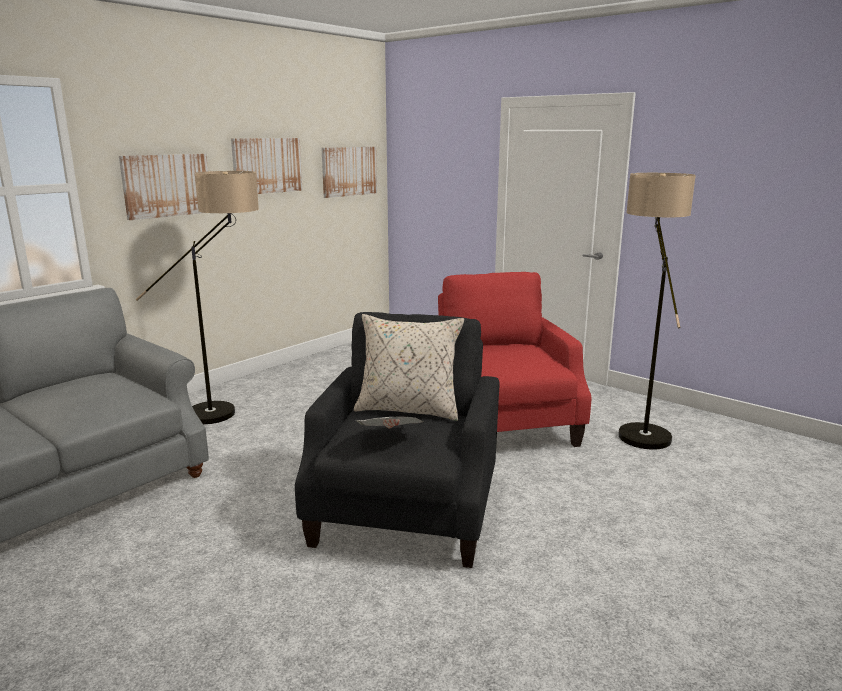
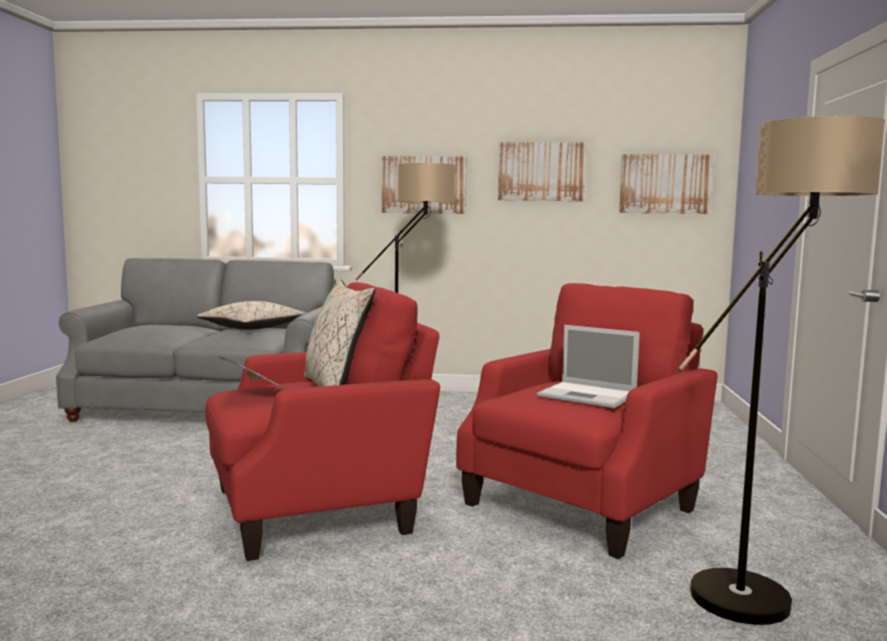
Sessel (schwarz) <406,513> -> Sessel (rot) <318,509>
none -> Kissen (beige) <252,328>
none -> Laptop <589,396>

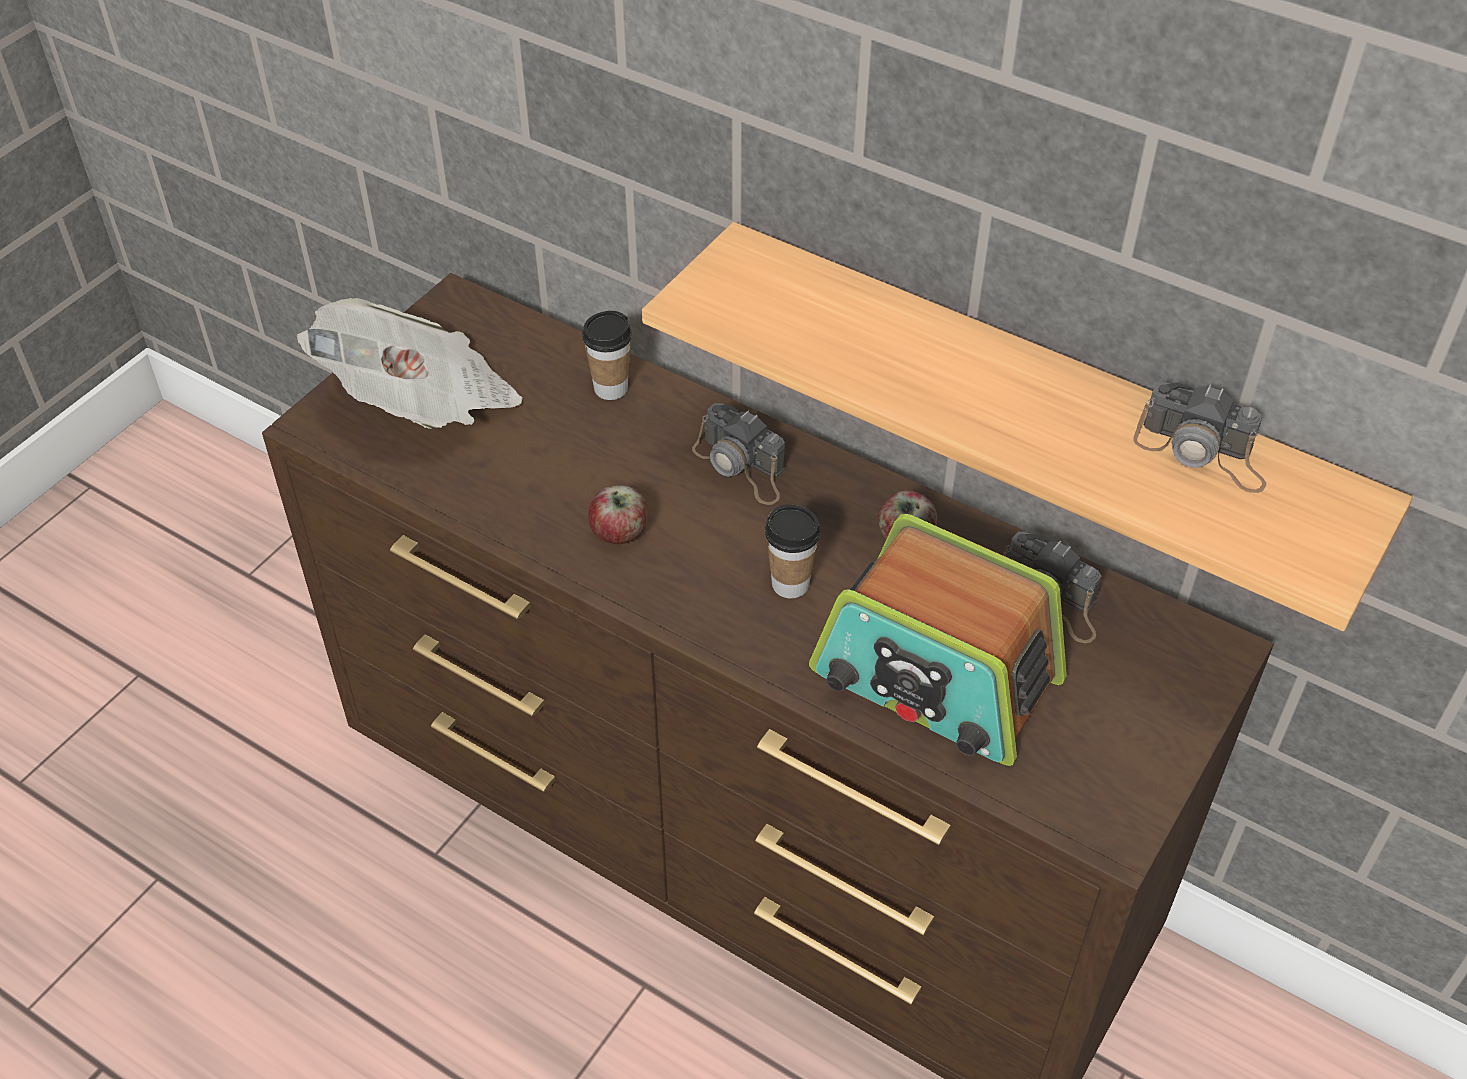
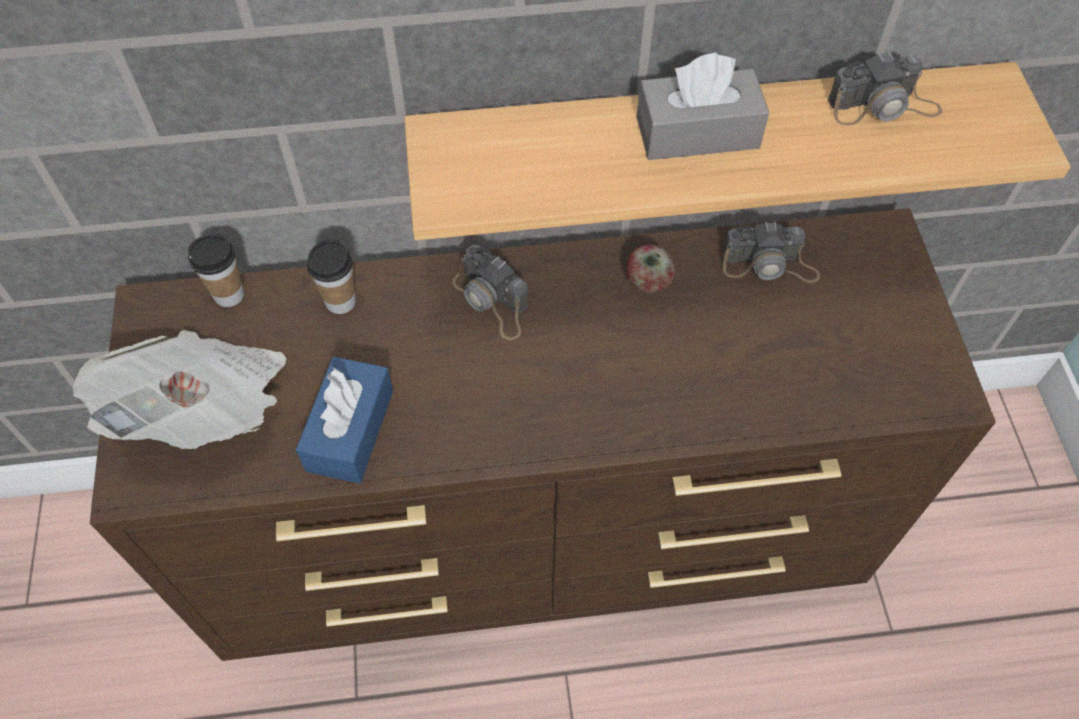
Apfel <619,533> -> none
Kamera <742,466> -> Kamera <492,301>, 45 degrees clockwise
Tasse <790,584> -> Tasse <229,295>, moved
Radio <935,678> -> none
none -> Taschentuchbox (blau) <350,430>
none -> Taschentuchbox (grau) <697,132>

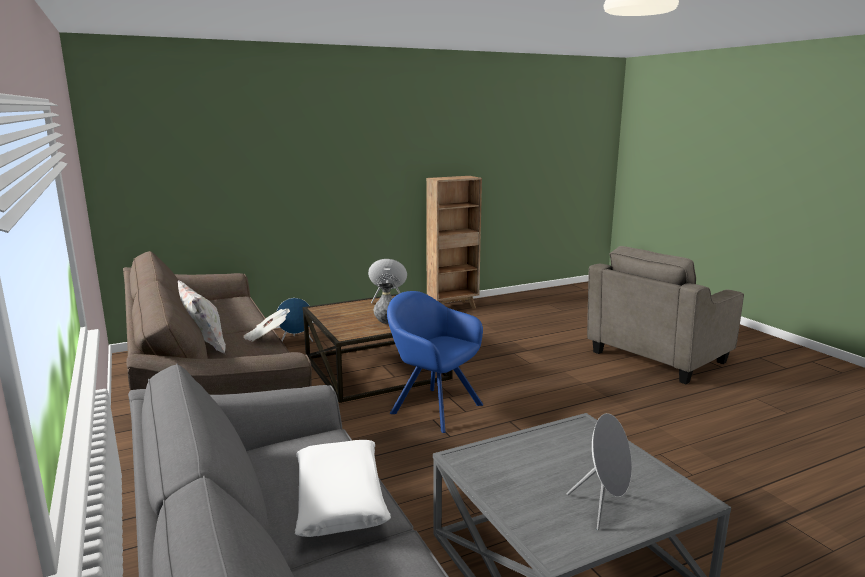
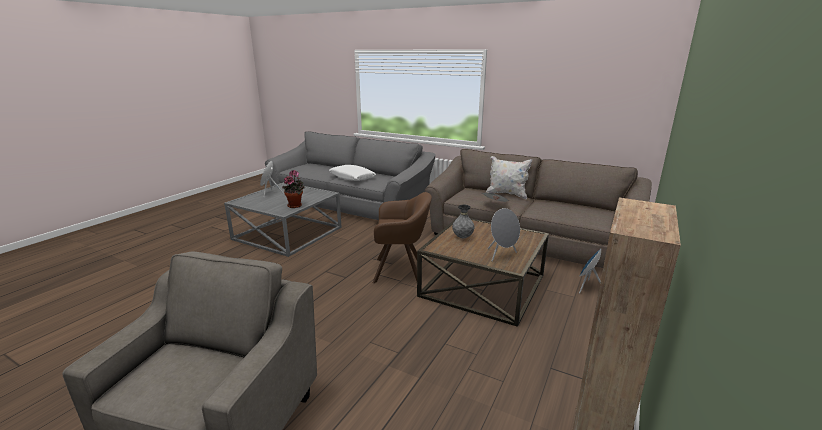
Sessel (blau) <432,407> -> Sessel (braun) <401,270>
none -> Topfpflanze <296,205>

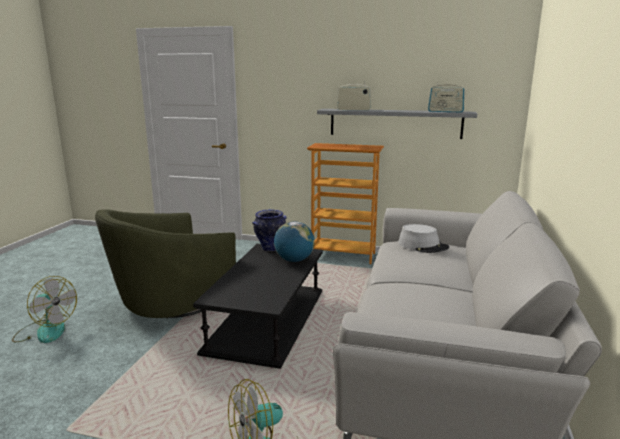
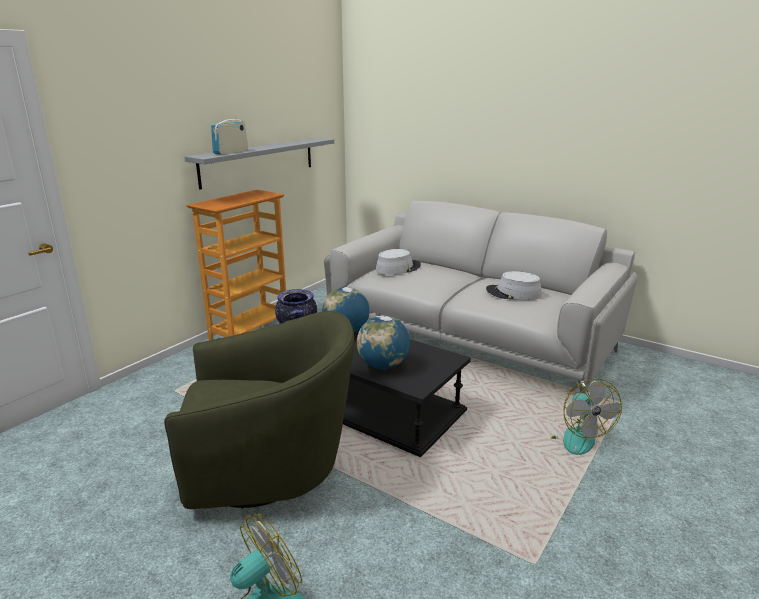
Sessel (grün) <172,303> -> Sessel (grün) <269,469>, 75 degrees counterclockwise
Radio <445,111> -> none
none -> Globus <383,365>
none -> Hut (grau) <513,293>

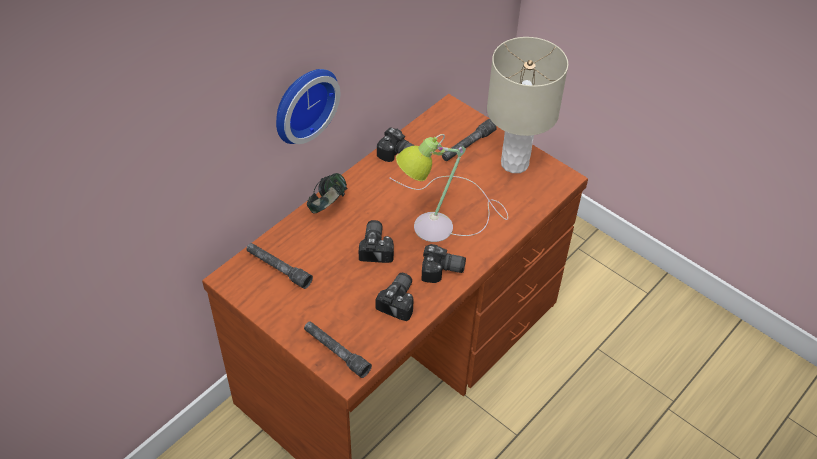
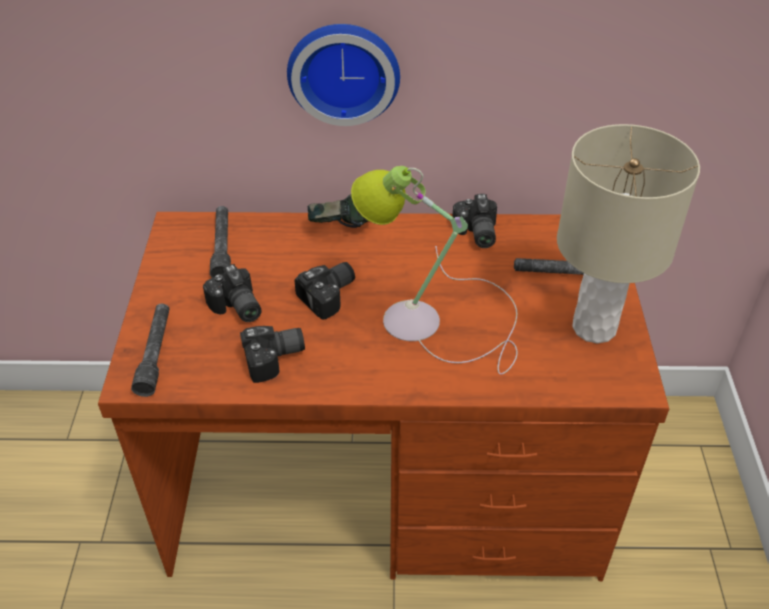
Kamera <442,271> -> Kamera <236,308>, moved

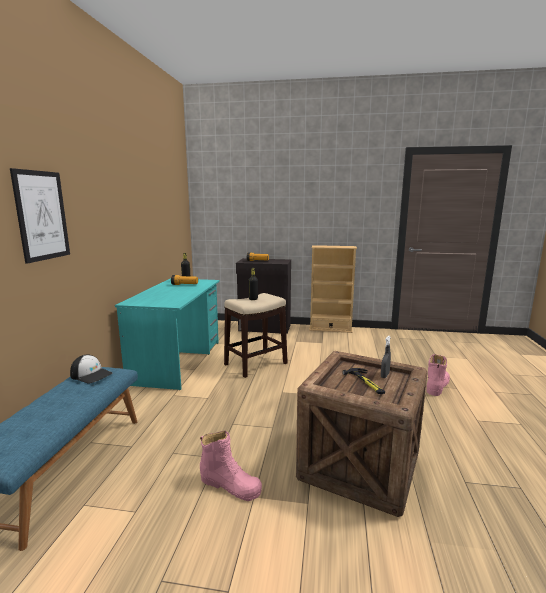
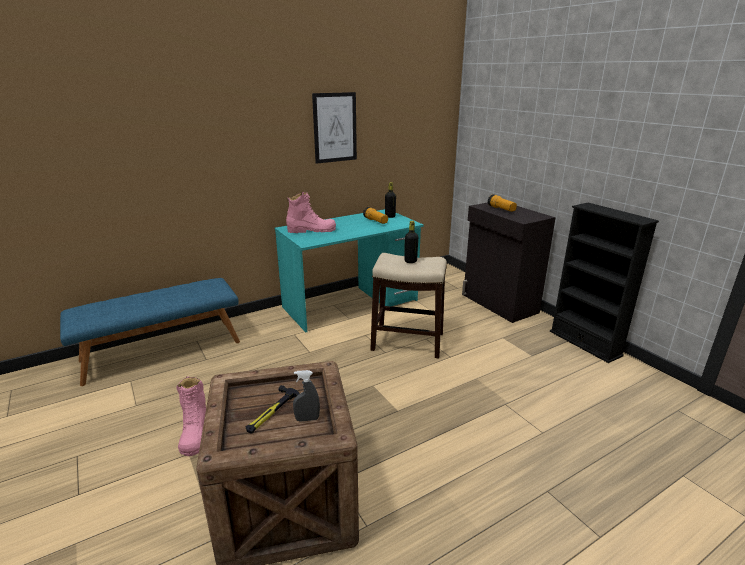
Bild <42,215> -> Bild <335,127>, moved
Kappe <91,375> -> none
Bücherregal (beige) <330,329> -> Bücherregal (schwarz) <585,343>
Stiefel (rosa) <437,386> -> Stiefel (rosa) <311,230>, moved

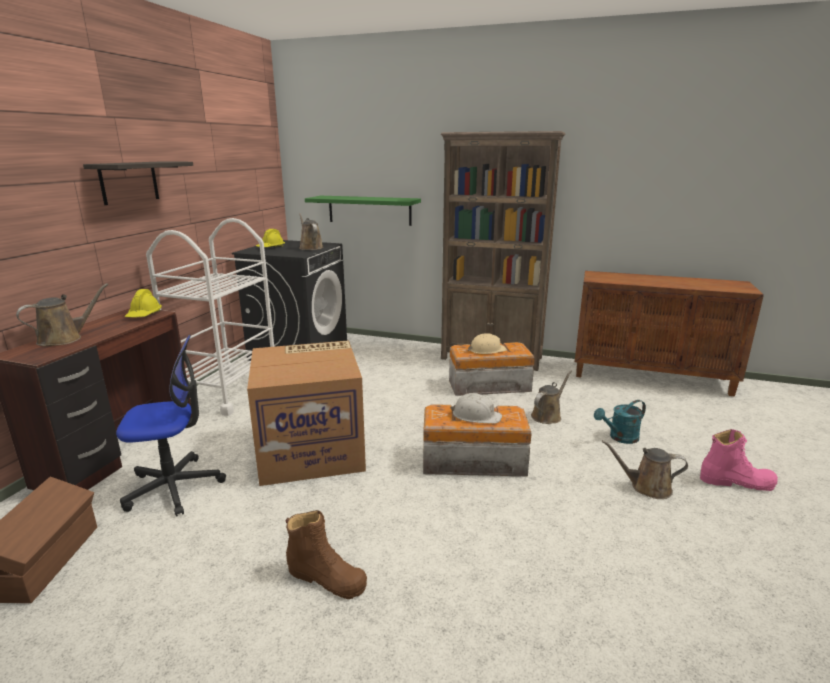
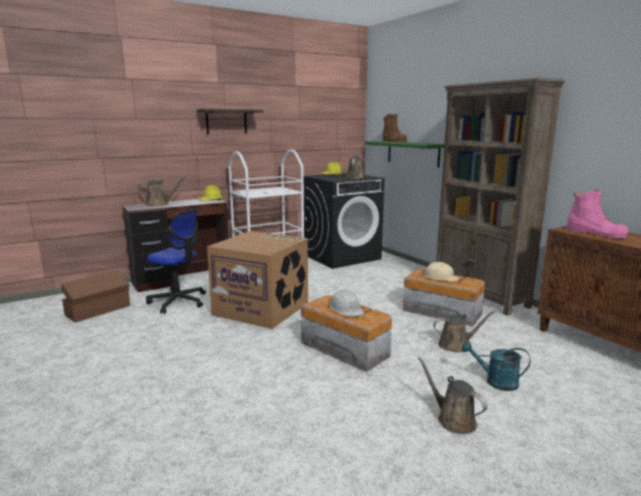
Stiefel (braun) <327,578> -> Stiefel (braun) <394,141>, moved
Stiefel (rosa) <736,481> -> Stiefel (rosa) <595,233>, moved

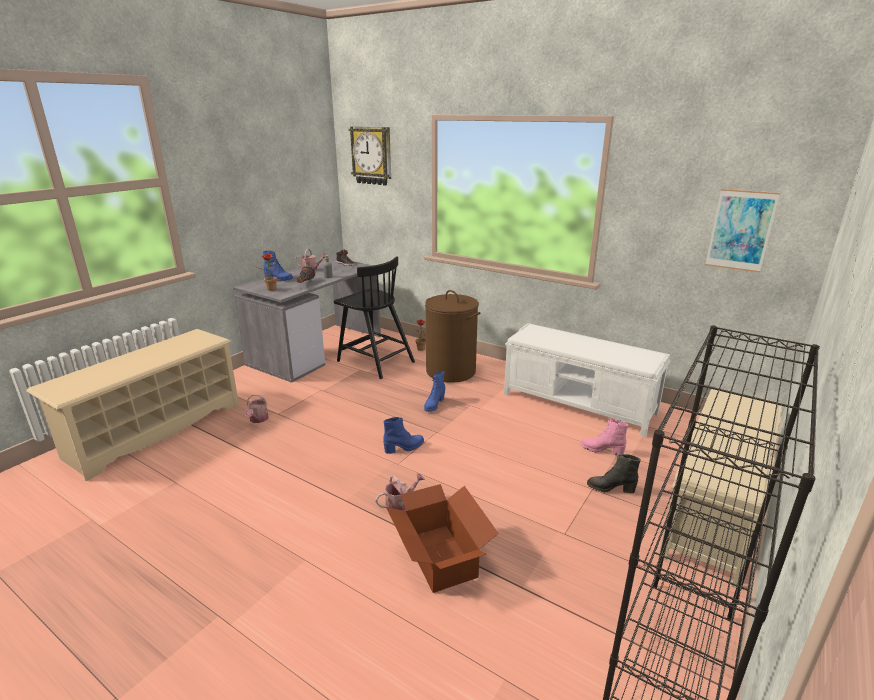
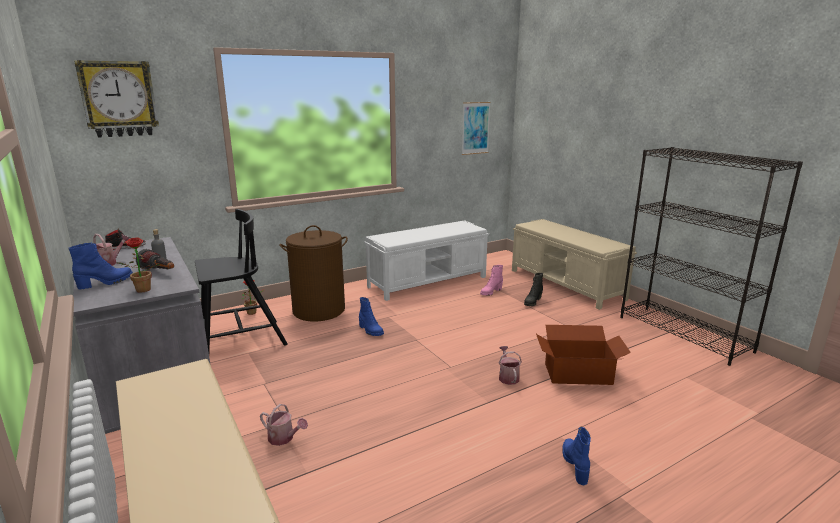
Stiefel (blau) <404,448> -> Stiefel (blau) <575,465>, moved

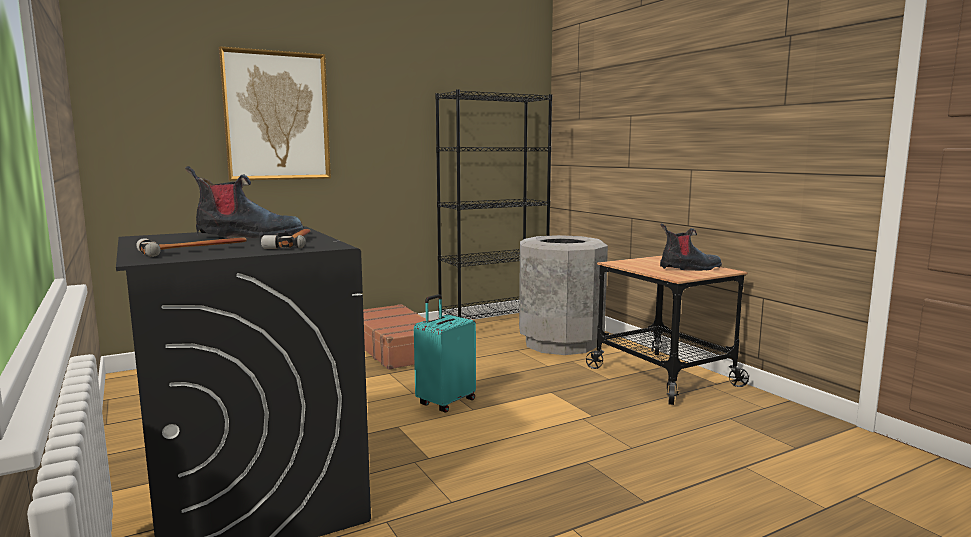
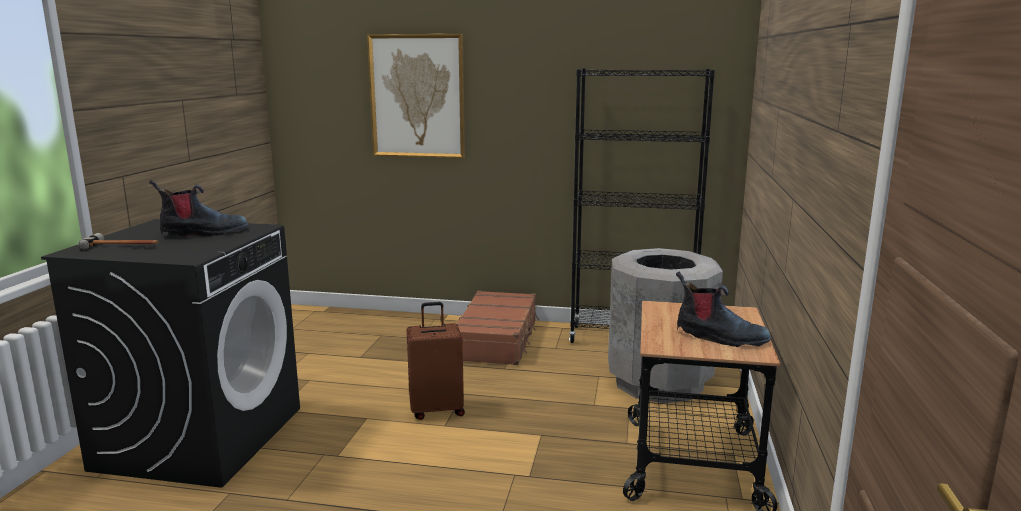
Stiefel <248,236> -> Stiefel <203,233>, 45 degrees counterclockwise
Hammer <294,242> -> none
Koffer (türkis) <445,402> -> Koffer (braun) <437,409>

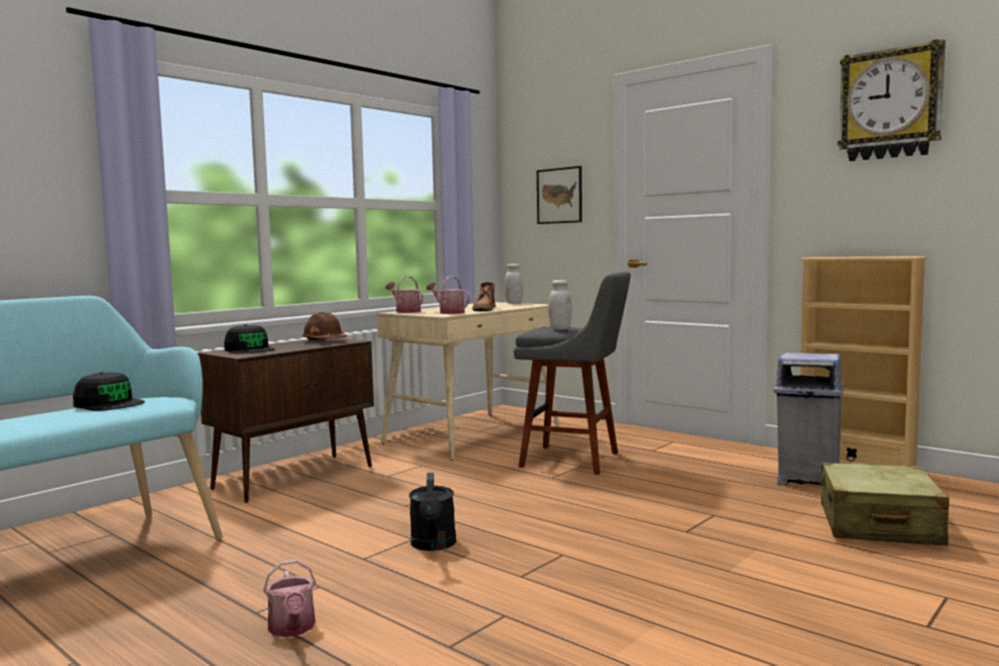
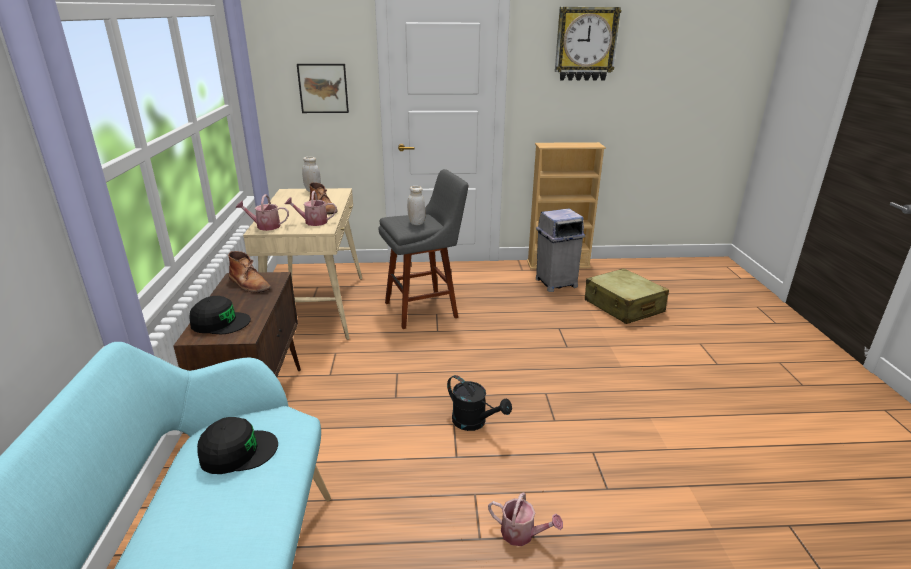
Schutzhelm (braun) <324,341> -> Stiefel (braun) <249,284>

